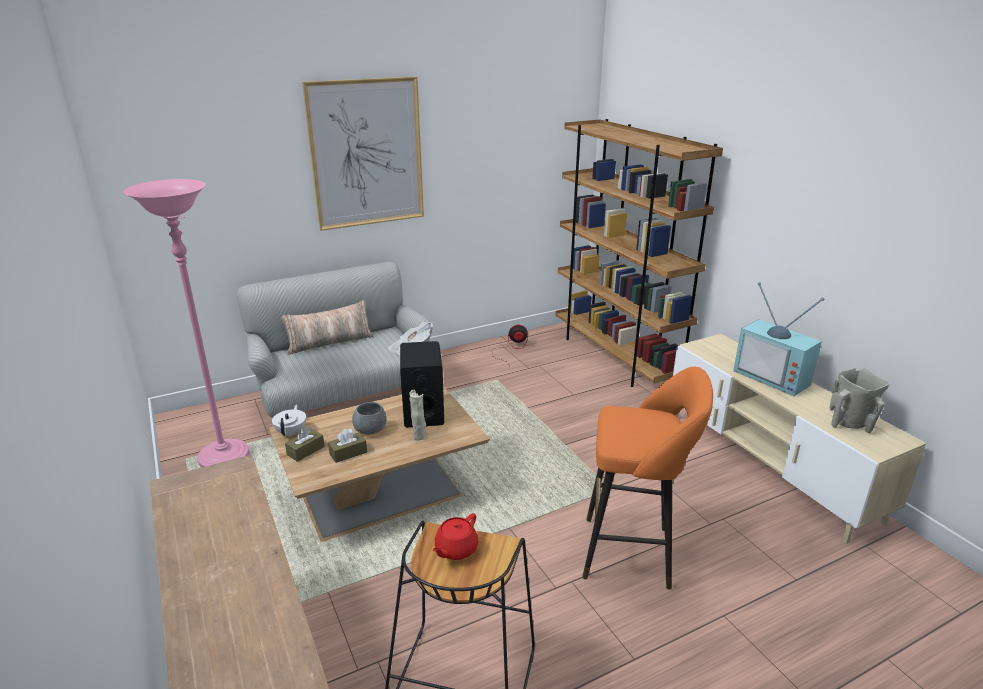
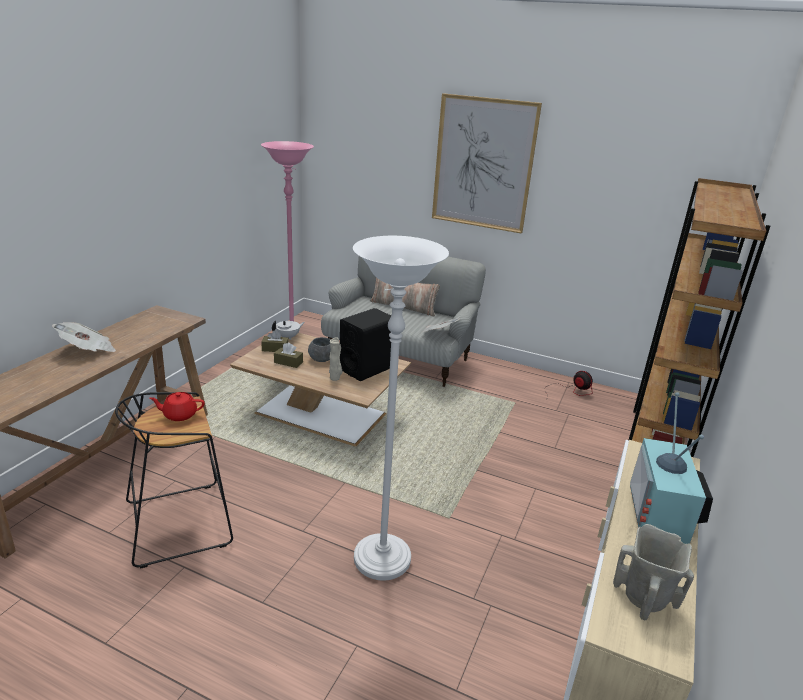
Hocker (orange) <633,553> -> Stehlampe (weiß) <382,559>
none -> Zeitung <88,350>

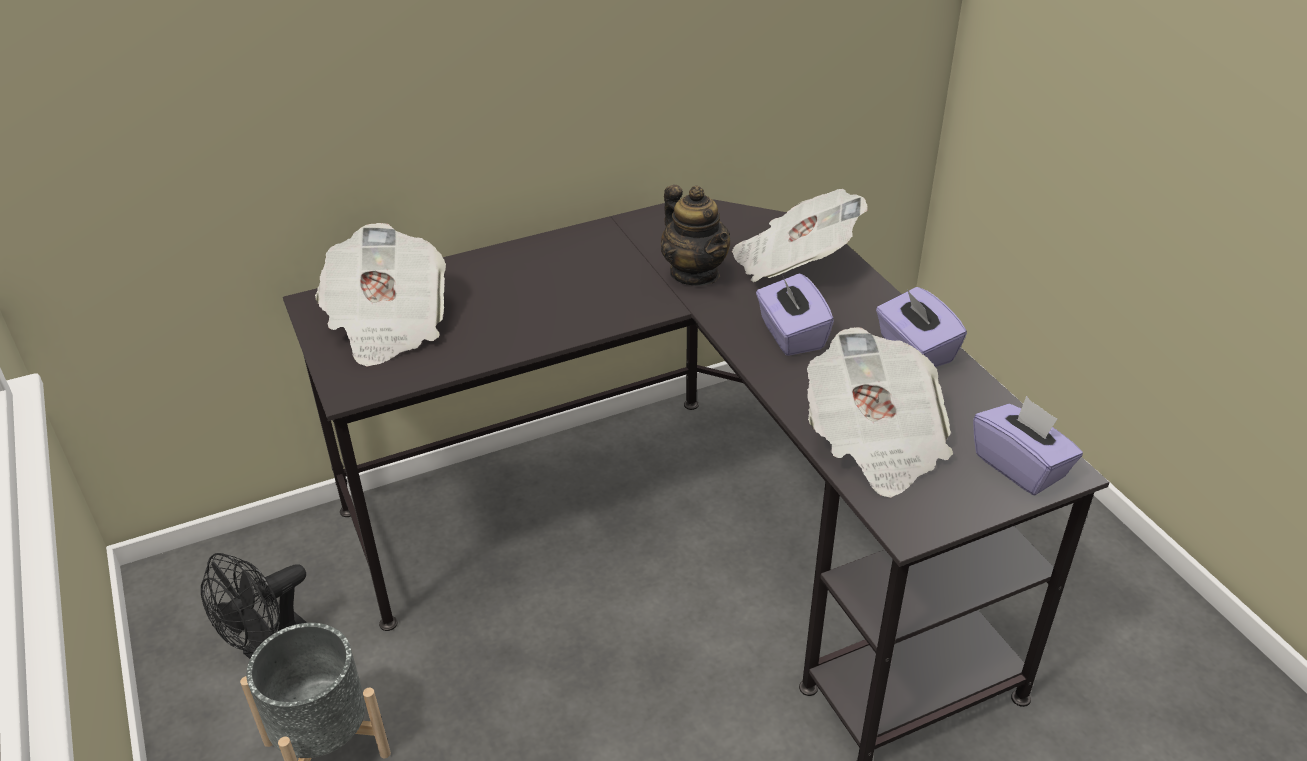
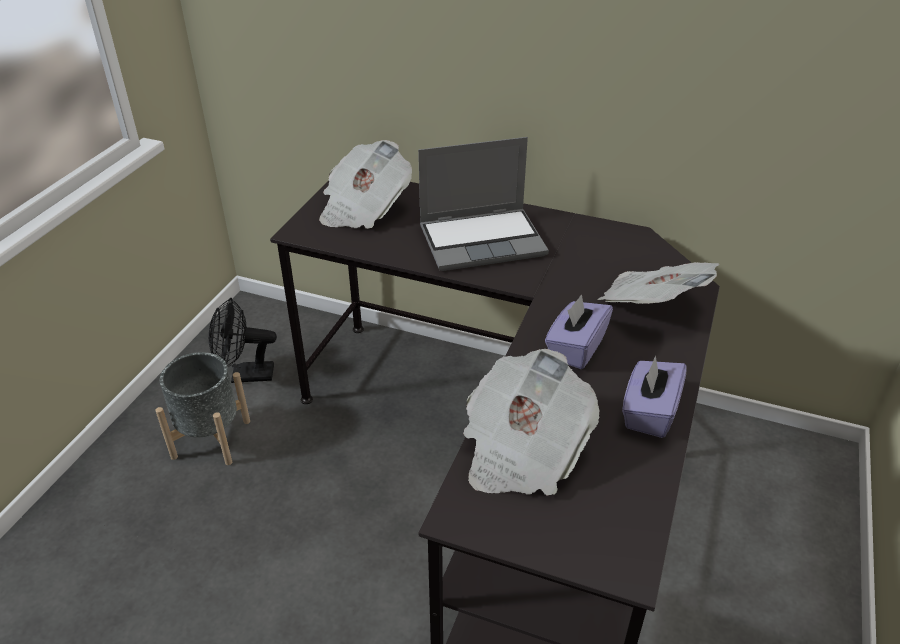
Teekanne <695,273> -> none
Taschentuchbox (lila) <1020,466> -> none
none -> Laptop <483,240>

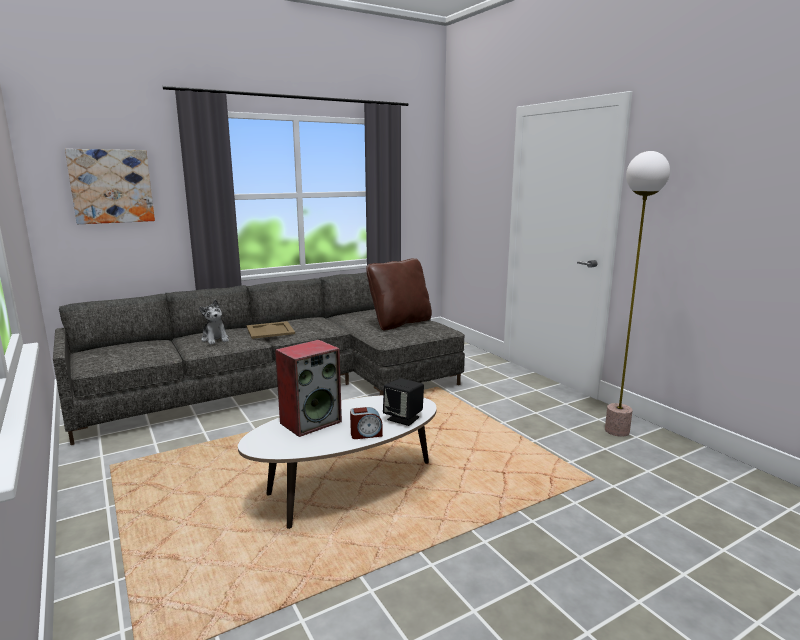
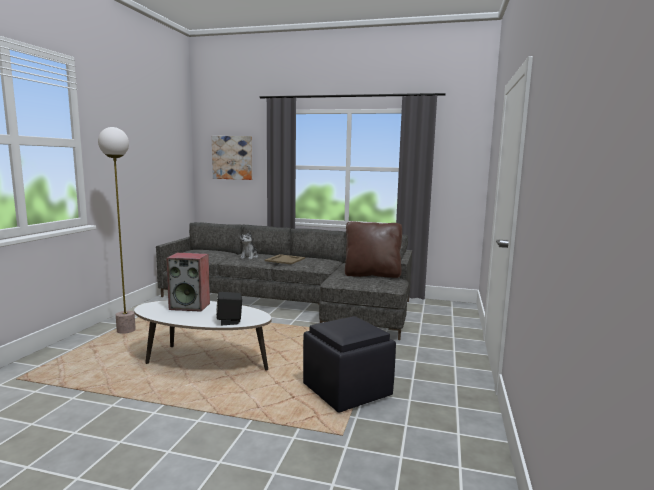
Wecker <366,434> -> none
Stehlampe <617,431> -> Stehlampe <126,331>, moved
none -> Polsterhocker (schwarz) <346,390>

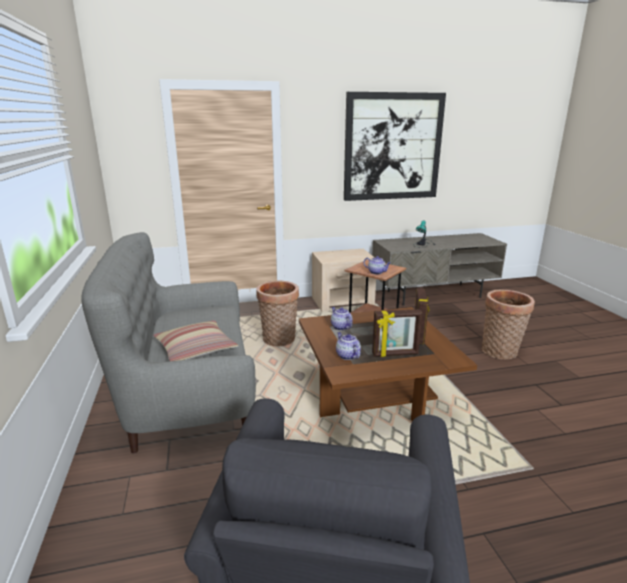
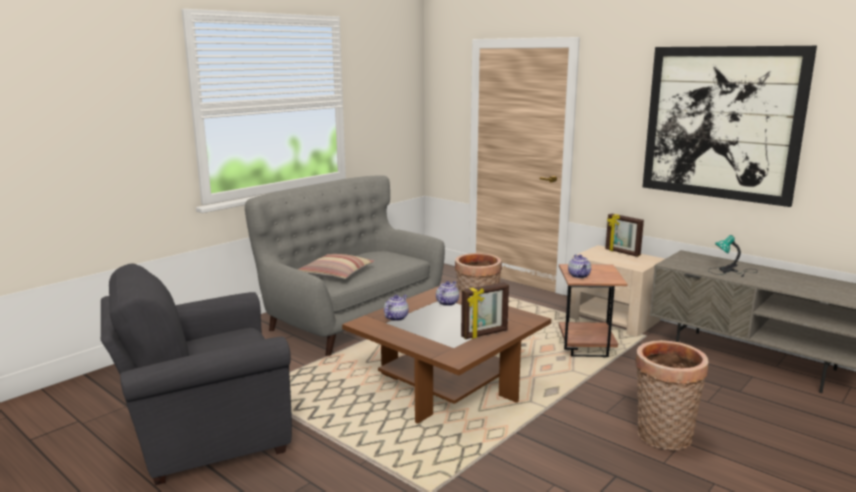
Bilderrahmen <395,354> -> Bilderrahmen <622,252>, moved

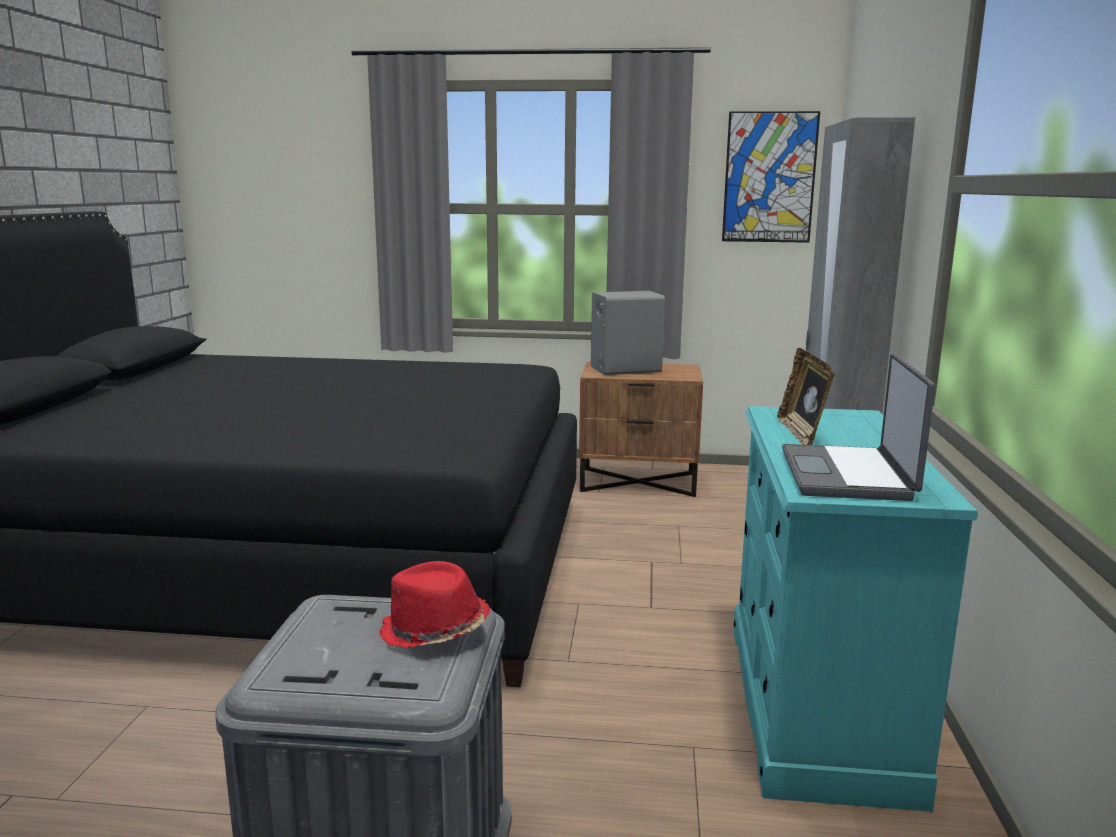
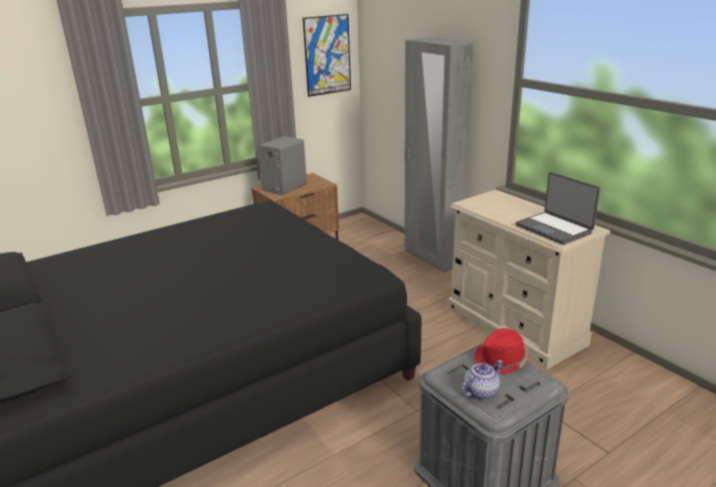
Kommode (türkis) <815,705> -> Kommode (beige) <514,326>
Bilderrahmen <801,434> -> none
none -> Teekanne <480,392>

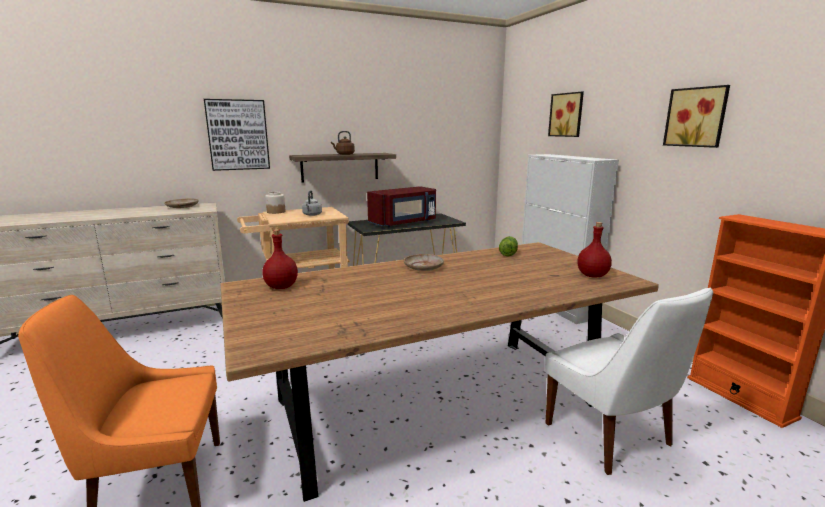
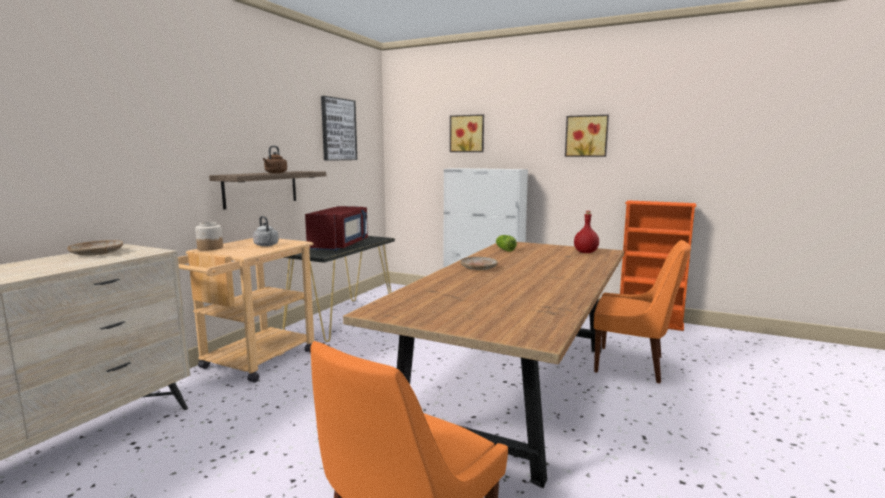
Bild <238,135> -> Bild <338,129>, moved
Flasche (rot) <281,287> -> none
Stuhl (weiß) <611,437> -> Stuhl (orange) <632,365>

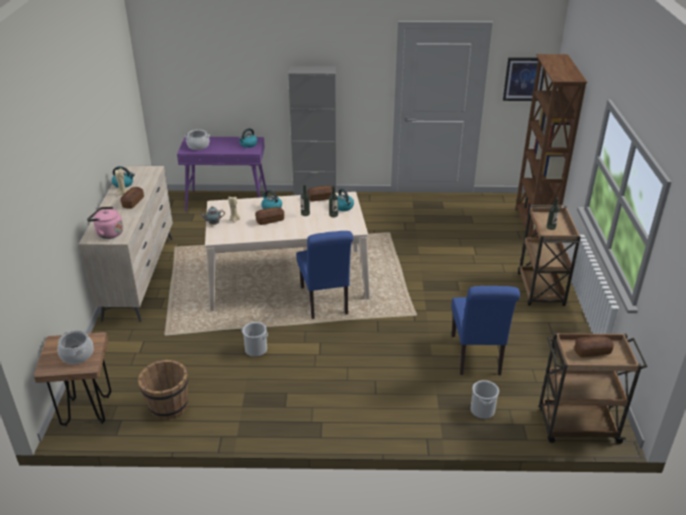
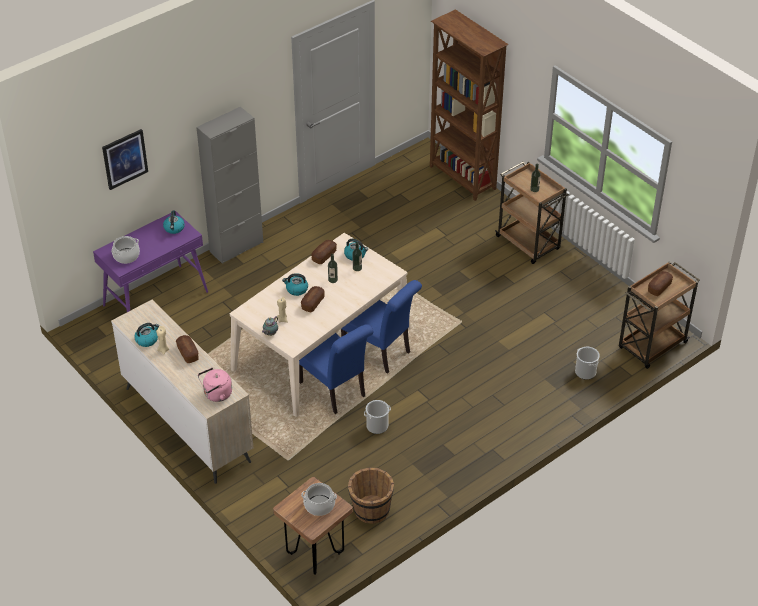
Stuhl (blau) <477,357> -> Stuhl (blau) <335,391>, moved
Bild <524,79> -> Bild <125,159>, moved

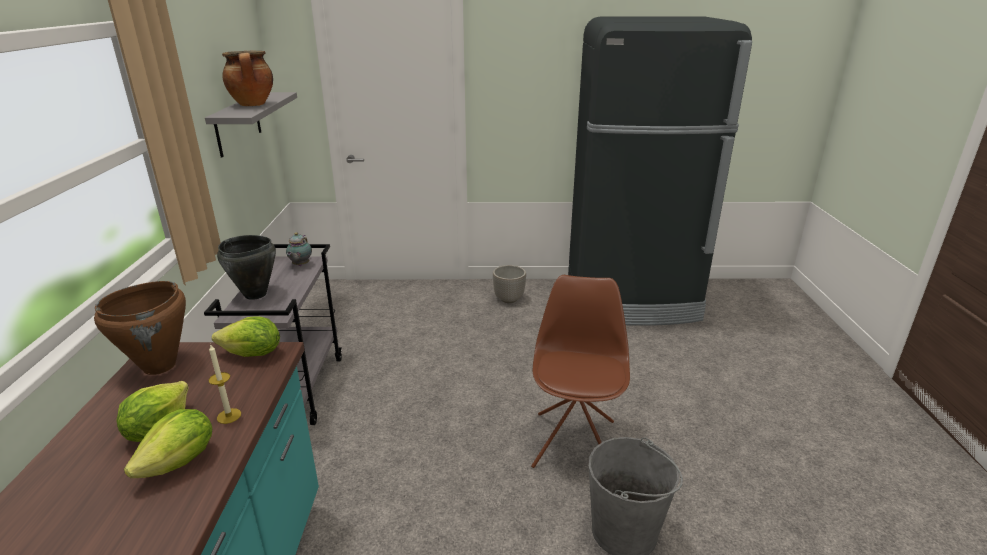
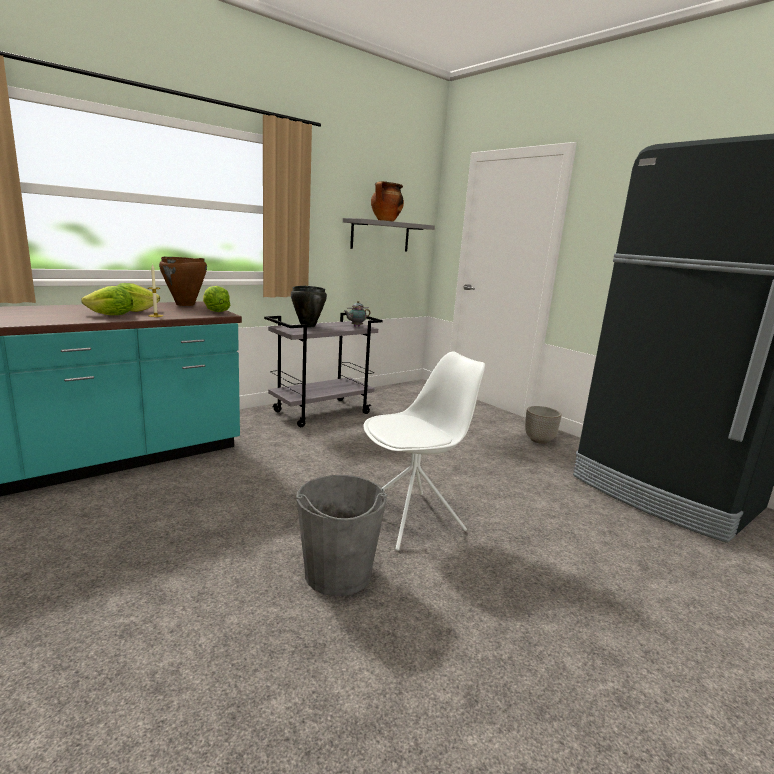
Stuhl (braun) <575,442> -> Stuhl (weiß) <412,519>

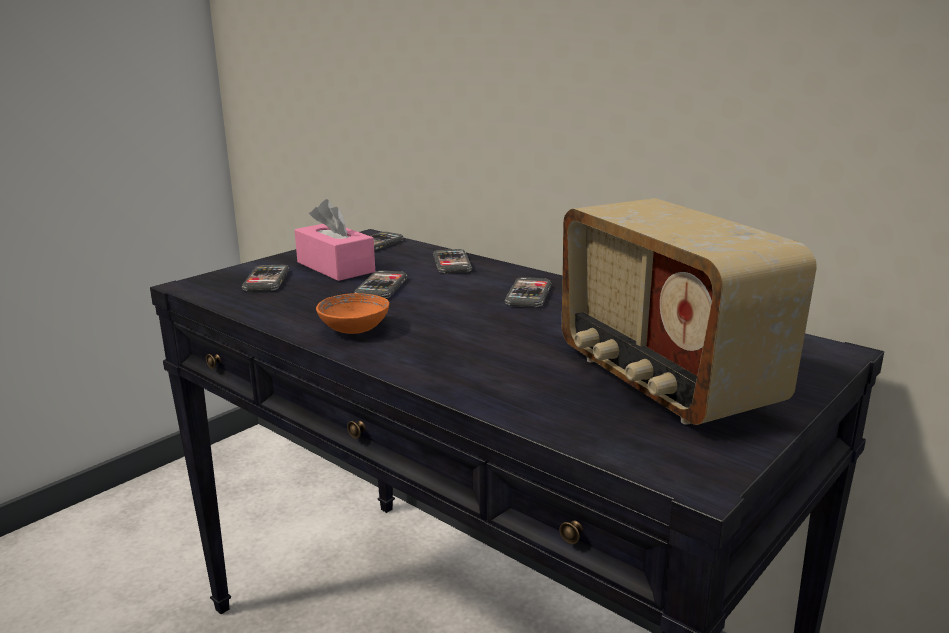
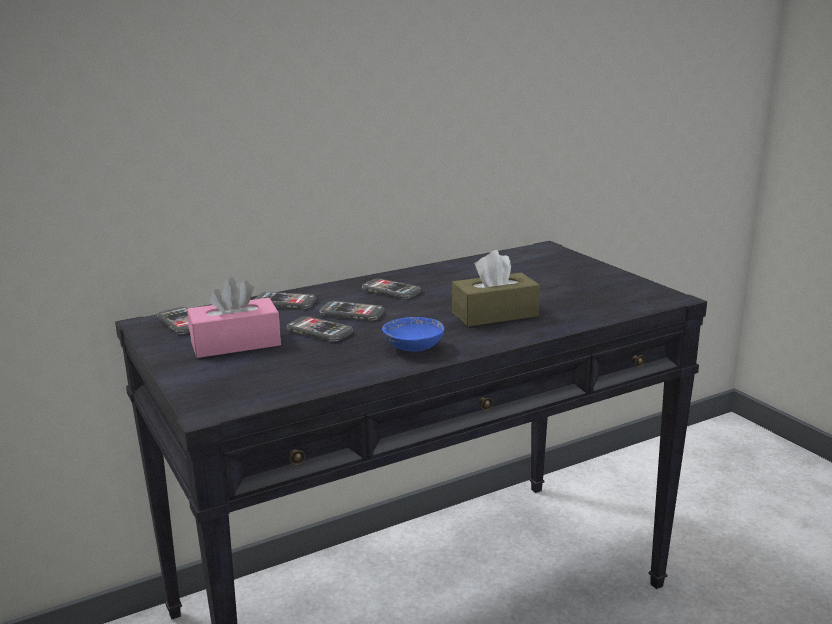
Handy <266,280> -> Handy <352,313>, moved
Schüssel (orange) <354,329> -> Schüssel (blau) <413,348>
Radio <661,381> -> none
none -> Taschentuchbox (braun) <494,314>

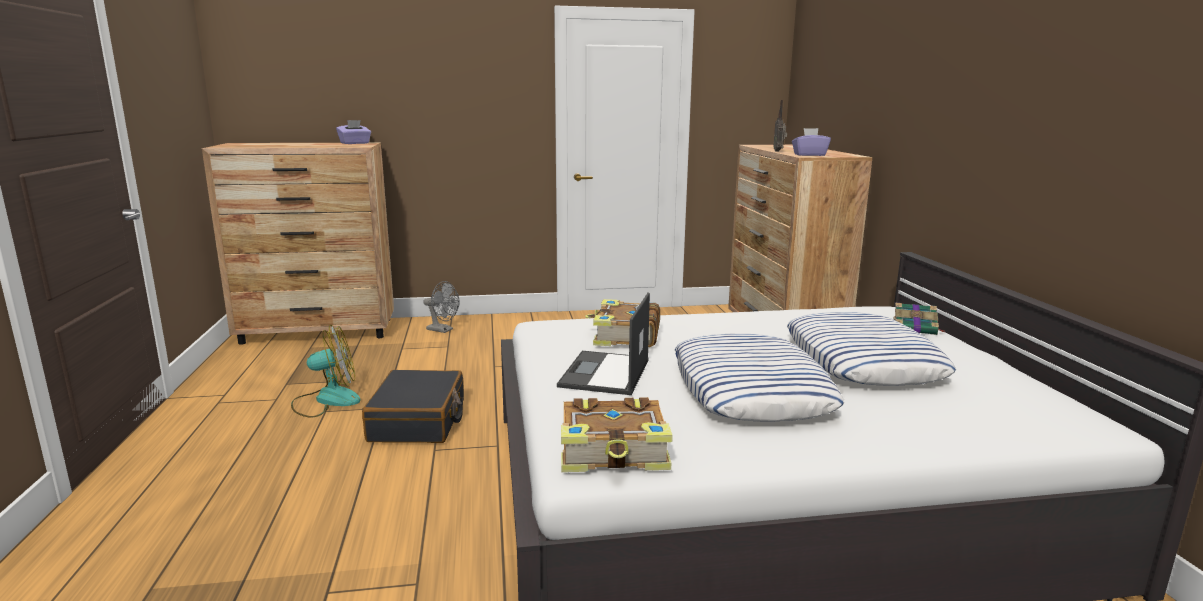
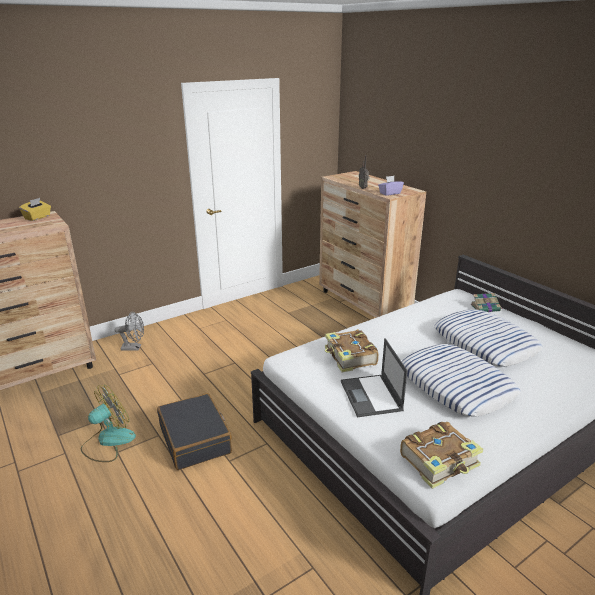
Taschentuchbox (lila) <355,143> -> Taschentuchbox (gelb) <37,217>

